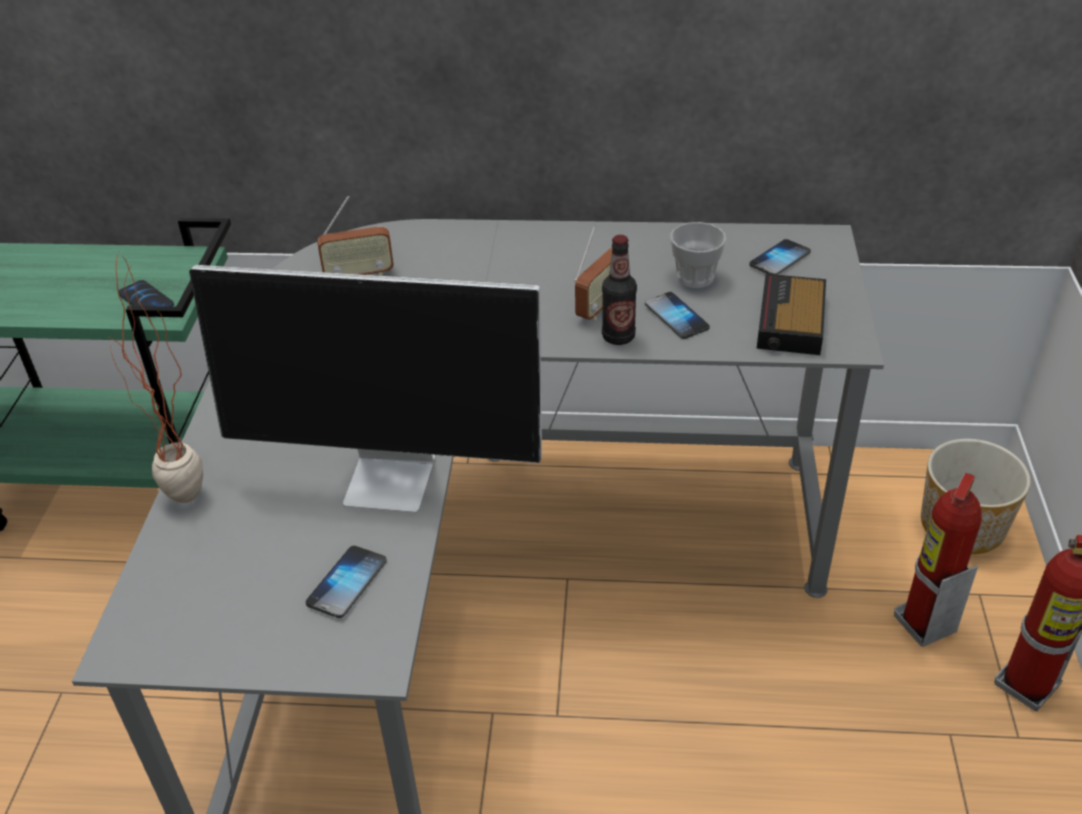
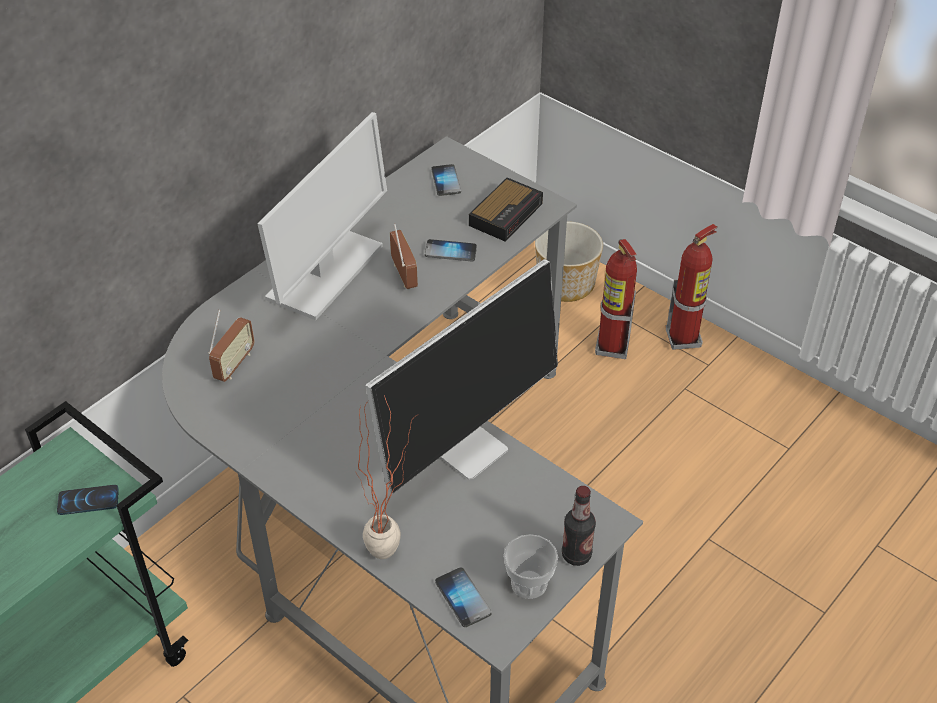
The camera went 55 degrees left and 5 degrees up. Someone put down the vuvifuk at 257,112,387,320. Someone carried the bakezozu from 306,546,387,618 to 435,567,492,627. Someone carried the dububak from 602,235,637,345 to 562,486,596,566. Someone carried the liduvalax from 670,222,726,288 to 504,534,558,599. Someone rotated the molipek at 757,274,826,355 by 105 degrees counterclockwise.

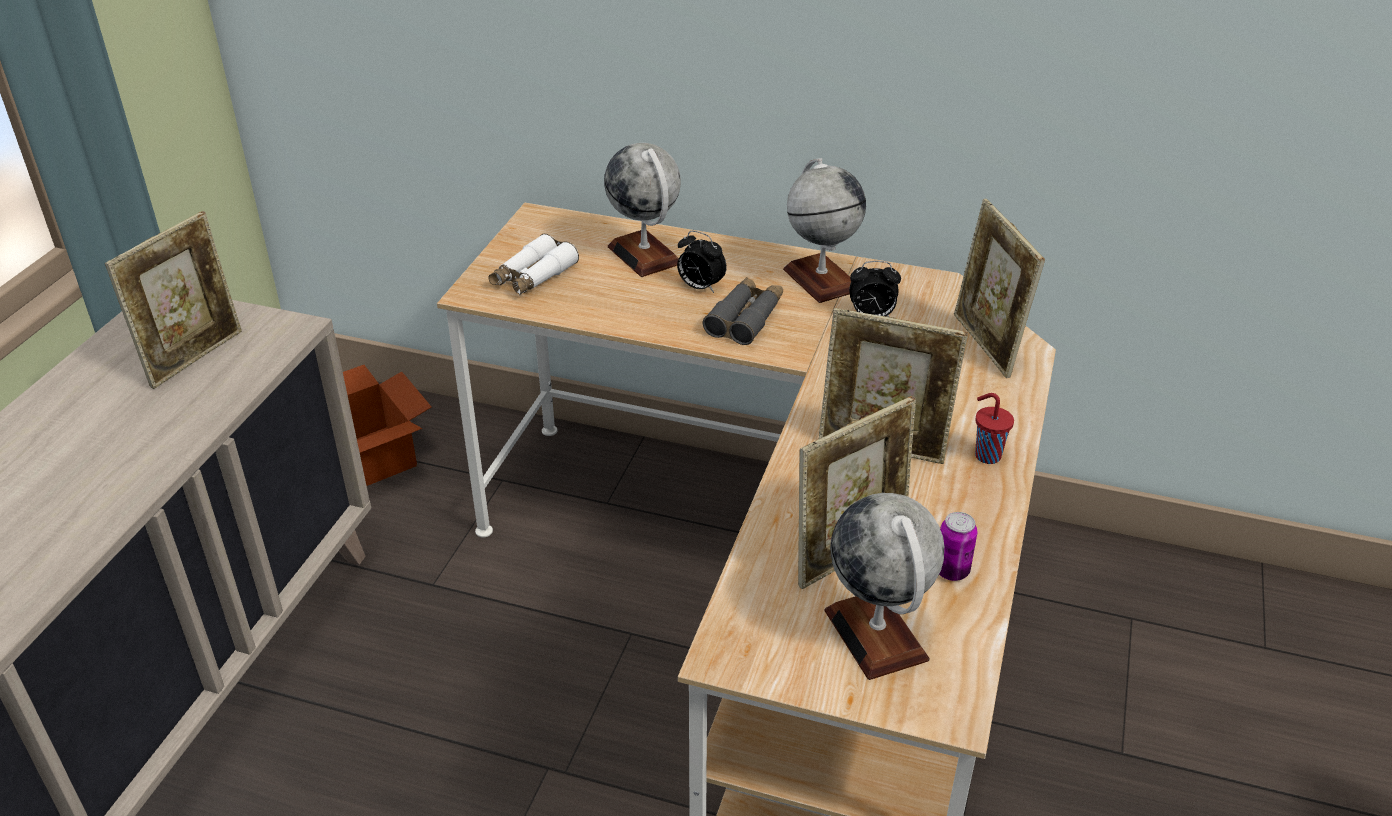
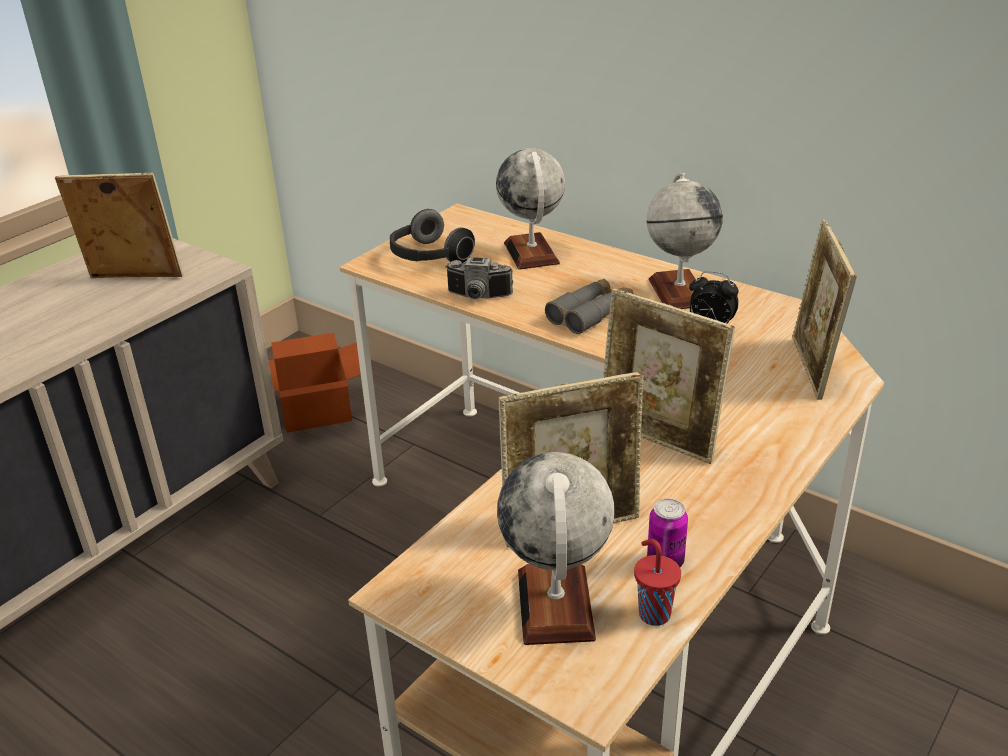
The camera went 20 degrees right and 5 degrees down. Someone took away the molipek at 677,231,727,293. Someone put down the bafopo at 445,257,513,299. Someone carried the liduvalax (red) from 975,393,1014,464 to 634,539,681,626. Someone swapped the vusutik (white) at 488,234,579,295 for the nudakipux at 390,209,475,263. Someone rotated the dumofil at 105,211,242,389 by 135 degrees counterclockwise.

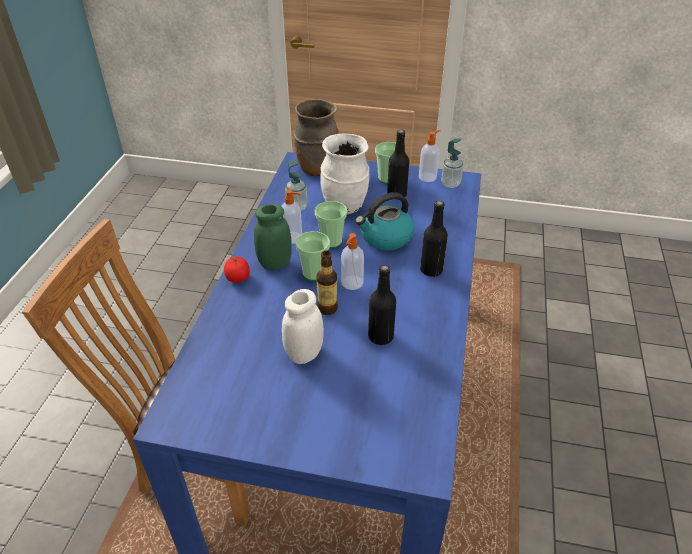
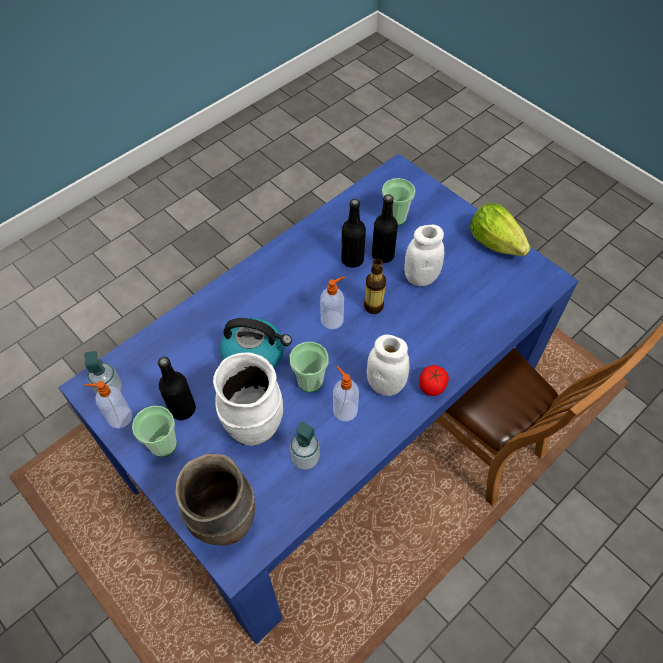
The camera went 145 degrees left and 15 degrees up. Someone put down the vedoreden at 470,203,531,256. Someone carried the liduvalax from 295,231,330,281 to 382,178,415,225. Someone carried the dububak (black) from 420,201,448,277 to 372,194,398,263. Someone repainted the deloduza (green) at 254,204,292,270, which became the deloduza (white) at 367,335,409,396.

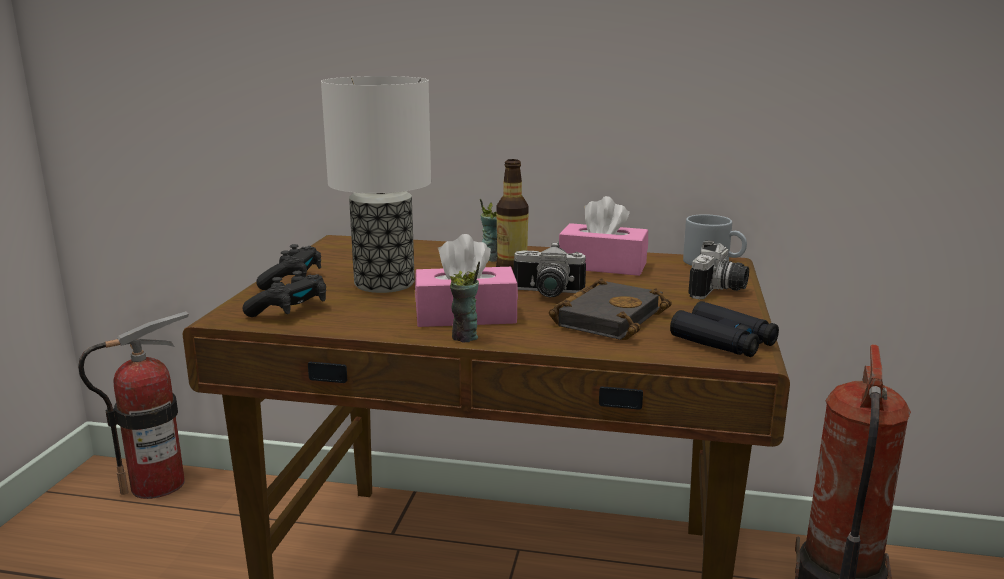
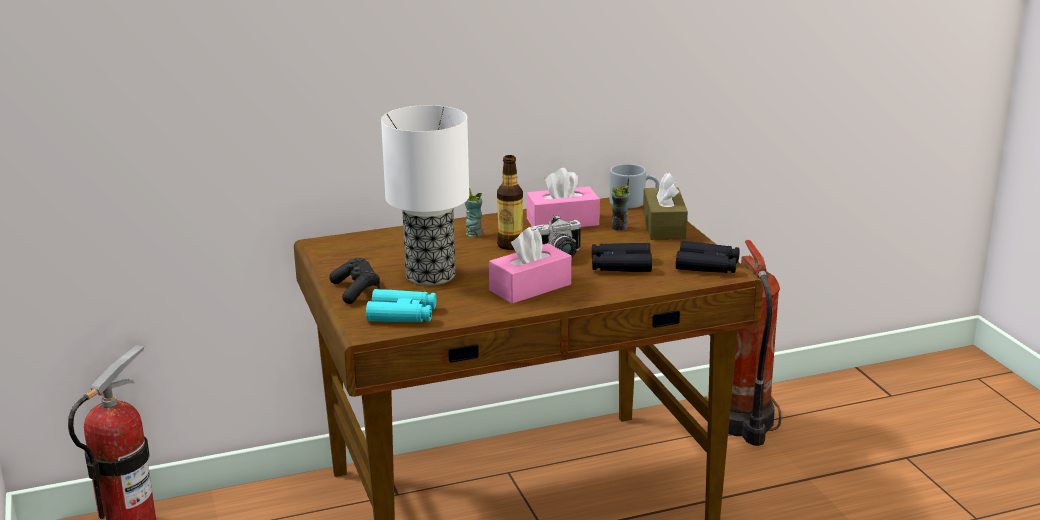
The camera went 30 degrees left and 5 degrees up. Someone carried the liduvalax from 450,262,480,343 to 611,178,630,231. Someone swapped the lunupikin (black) at 243,271,326,317 for the vusutik (turquoise) at 366,289,436,322. Someone swapped the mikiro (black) at 549,279,672,340 for the vusutik (black) at 591,243,652,272. Someone swapped the bafopo at 688,240,749,299 for the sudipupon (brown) at 643,173,688,240.

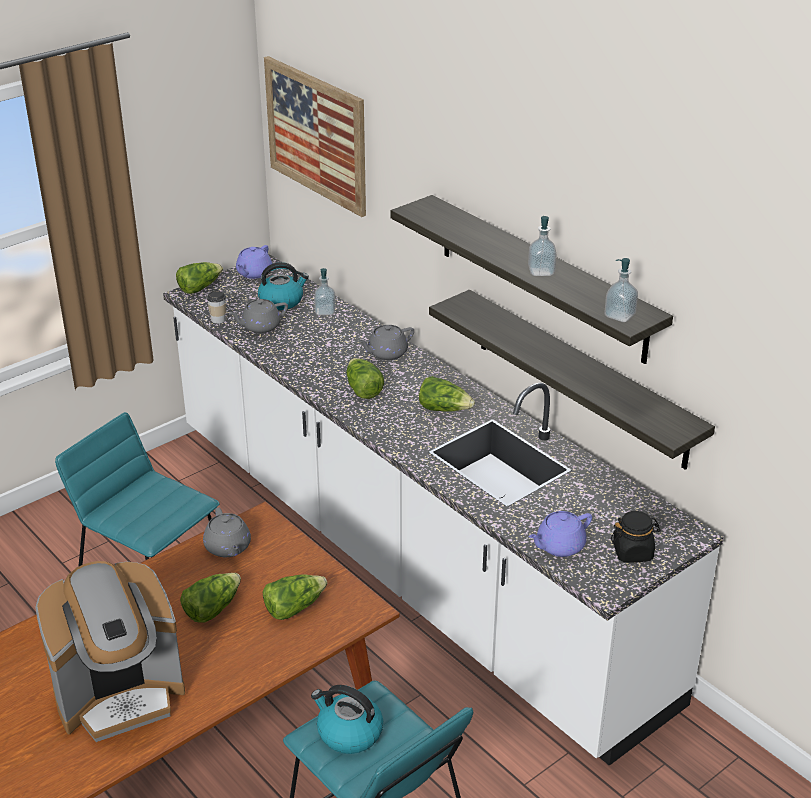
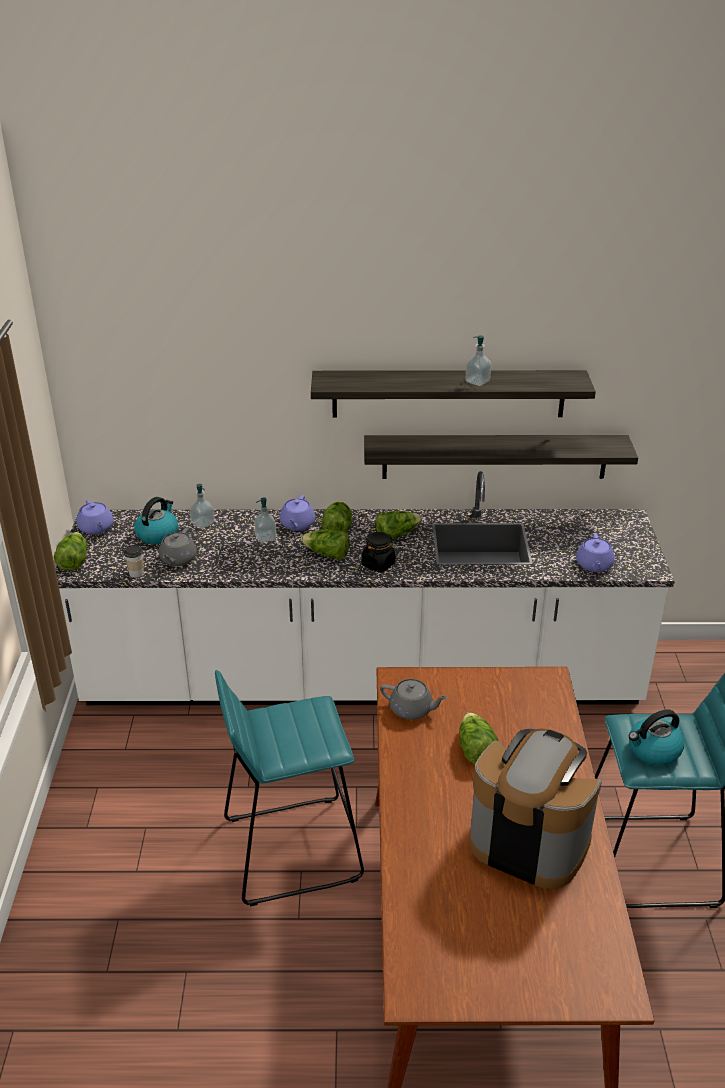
The camera went 50 degrees left and 0 degrees up. Someone took away the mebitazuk at 264,56,366,217. Someone carried the vedoreden from 263,575,327,620 to 321,501,352,532. Someone carried the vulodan from 604,258,638,322 to 254,497,276,542. Someone carried the deloduza (black) from 611,511,661,562 to 362,532,396,573. Someone repainted the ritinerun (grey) at 358,325,414,360, which became the ritinerun (purple) at 280,495,315,531. Someone rotated the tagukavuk at 35,561,185,742 by 75 degrees counterclockwise.

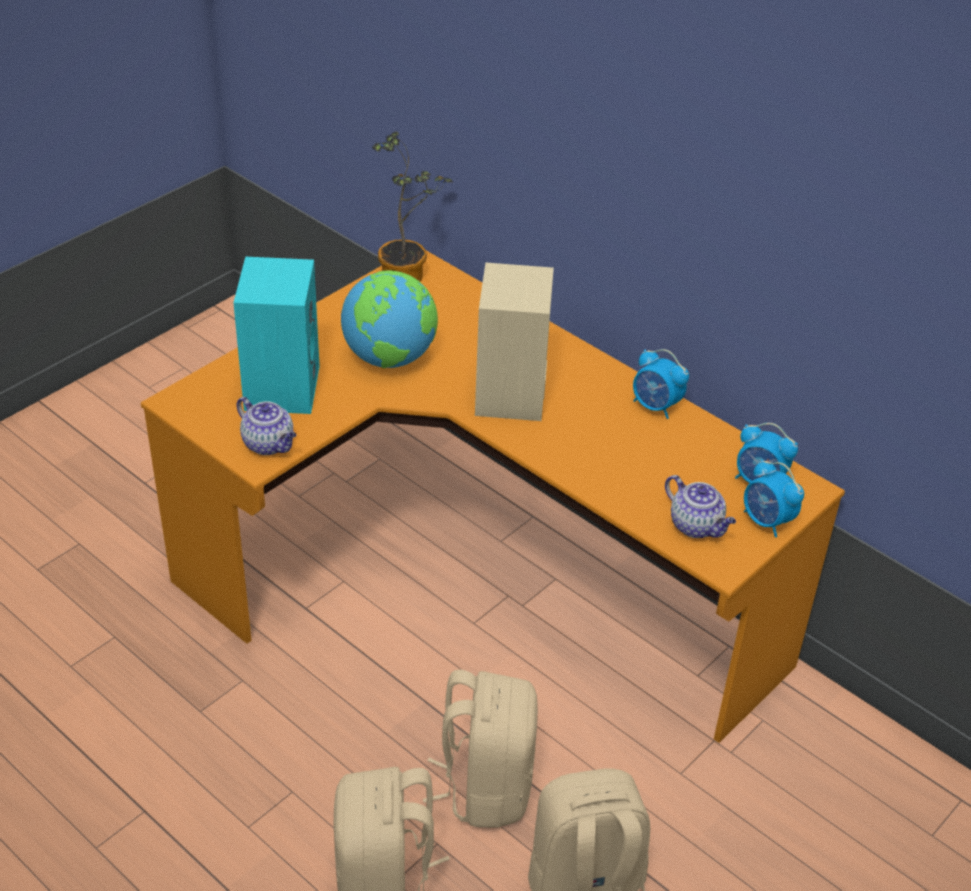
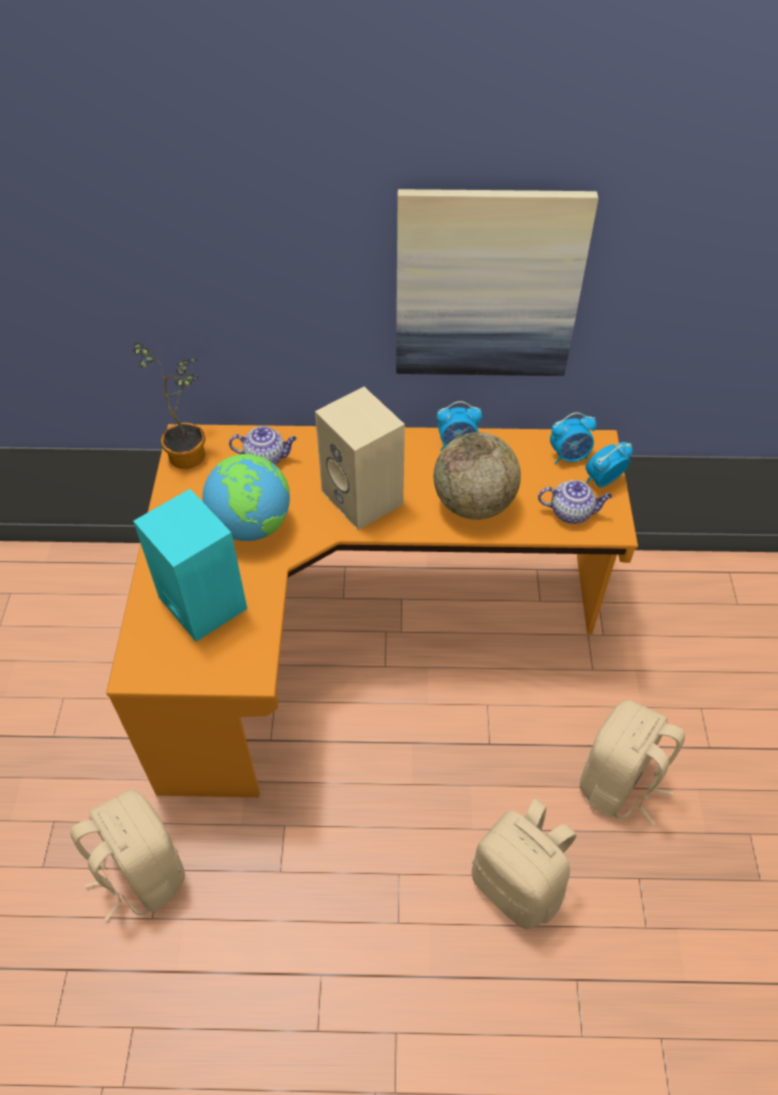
The camera went 40 degrees left and 10 degrees up. Someone put up the mebitazuk at 396,189,598,376. Someone put down the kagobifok at 434,432,521,520. Someone carried the ritinerun from 236,397,296,455 to 229,426,297,465. Someone carried the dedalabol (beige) from 423,670,538,828 to 70,789,185,922. Someone rotated the molipek at 744,459,804,537 by 135 degrees clockwise.

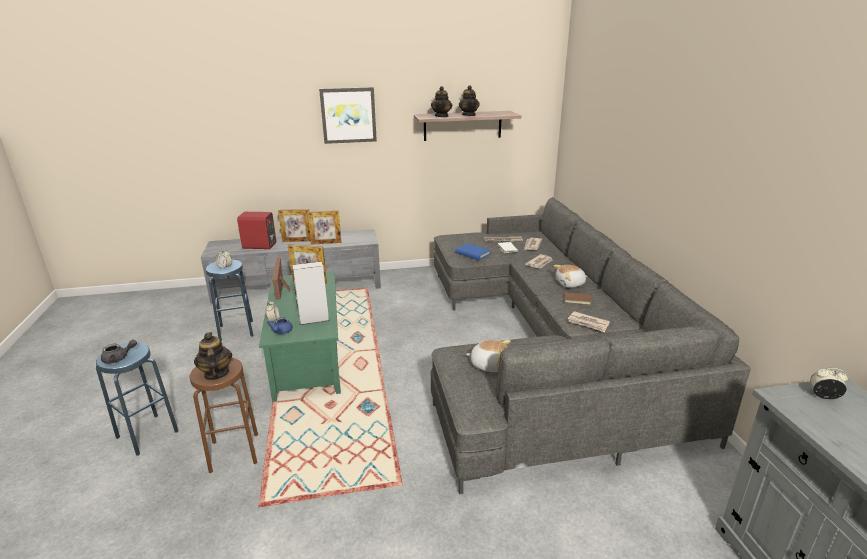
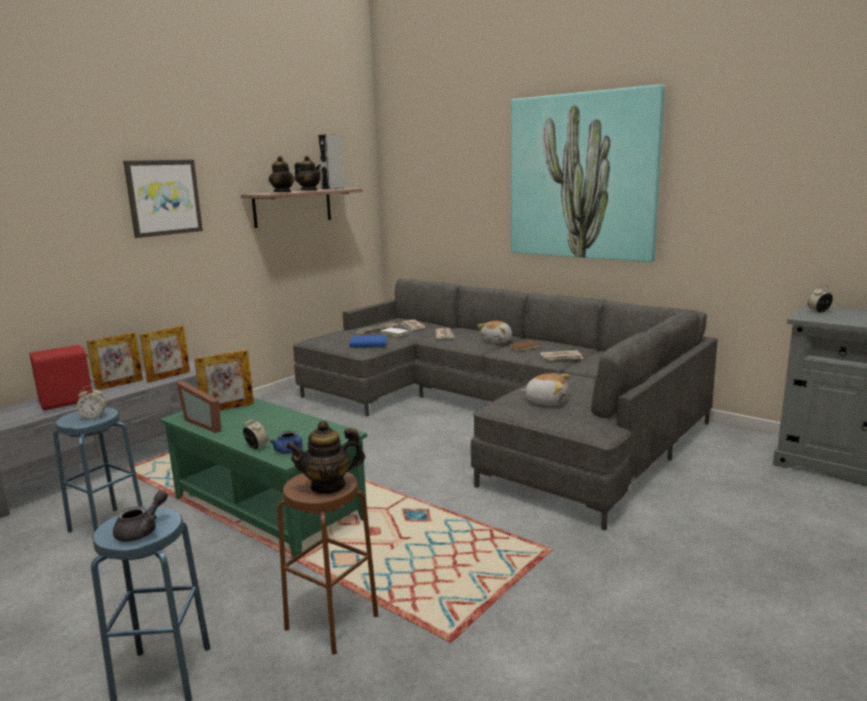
The camera went 40 degrees left and 10 degrees down. Someone put up the mebitazuk at 511,84,665,262. Someone carried the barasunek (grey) from 292,261,330,325 to 318,135,345,190. Someone rotated the ritinerun at 194,332,232,380 by 45 degrees counterclockwise. Someone rotated the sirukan at 466,340,511,372 by 45 degrees clockwise.

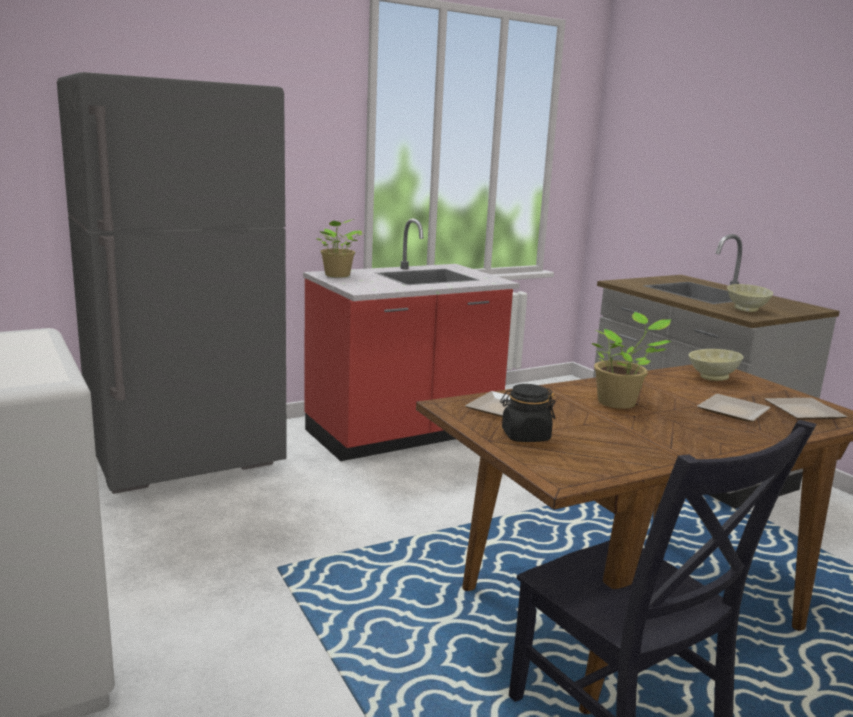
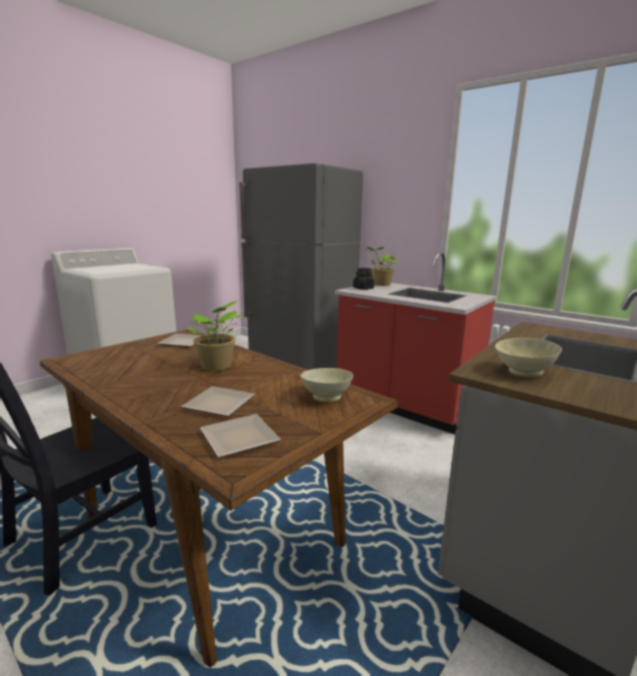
The camera went 70 degrees right and 0 degrees up. Someone carried the deloduza (black) from 500,384,555,442 to 353,268,374,290.

